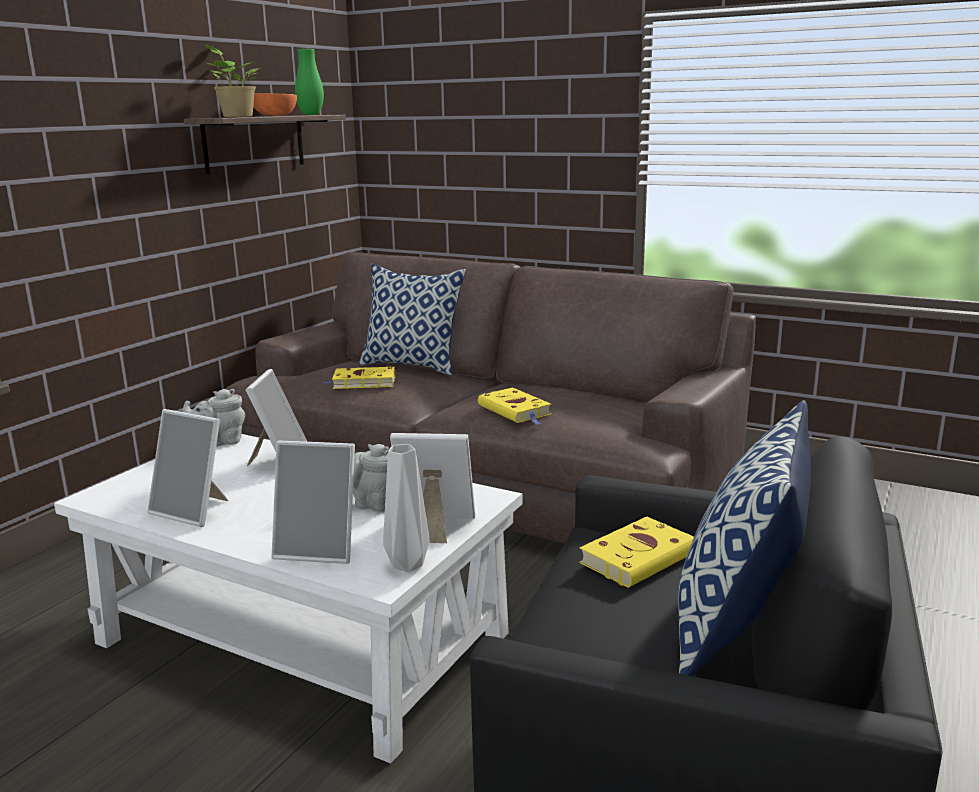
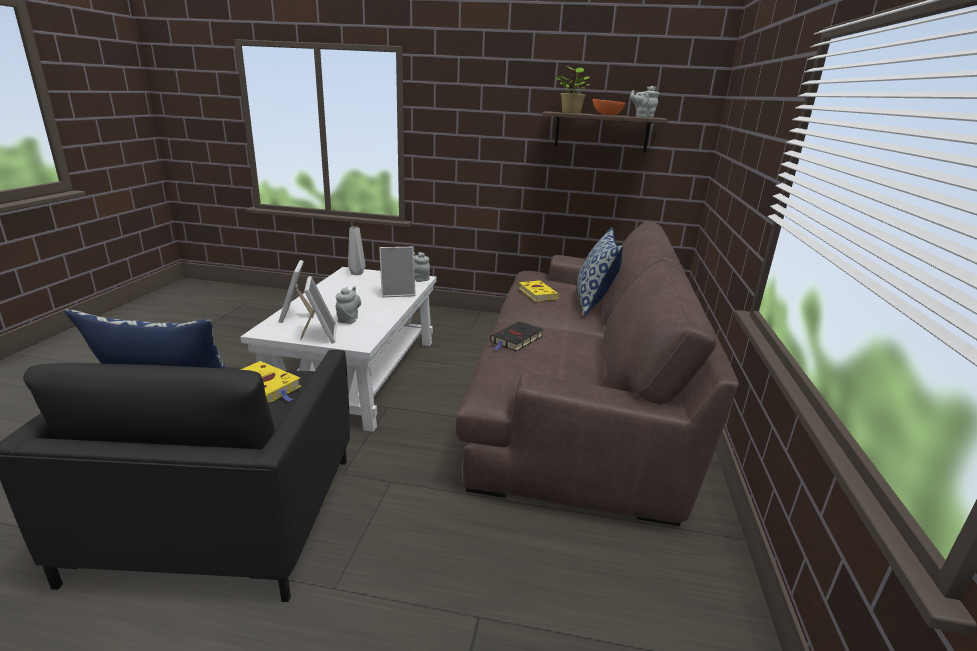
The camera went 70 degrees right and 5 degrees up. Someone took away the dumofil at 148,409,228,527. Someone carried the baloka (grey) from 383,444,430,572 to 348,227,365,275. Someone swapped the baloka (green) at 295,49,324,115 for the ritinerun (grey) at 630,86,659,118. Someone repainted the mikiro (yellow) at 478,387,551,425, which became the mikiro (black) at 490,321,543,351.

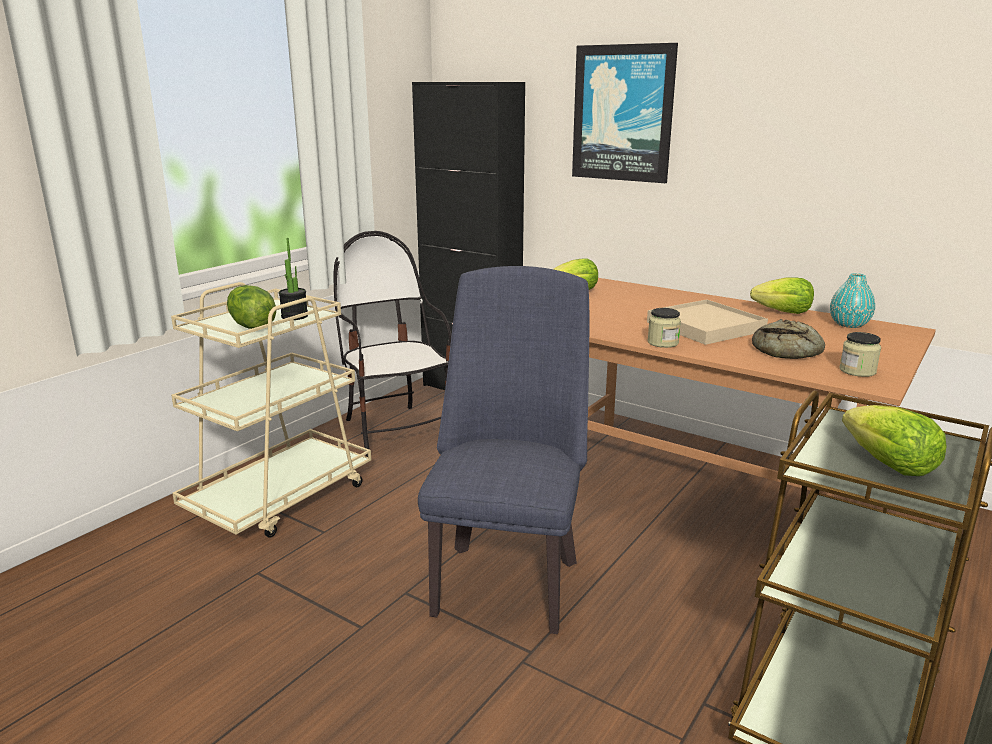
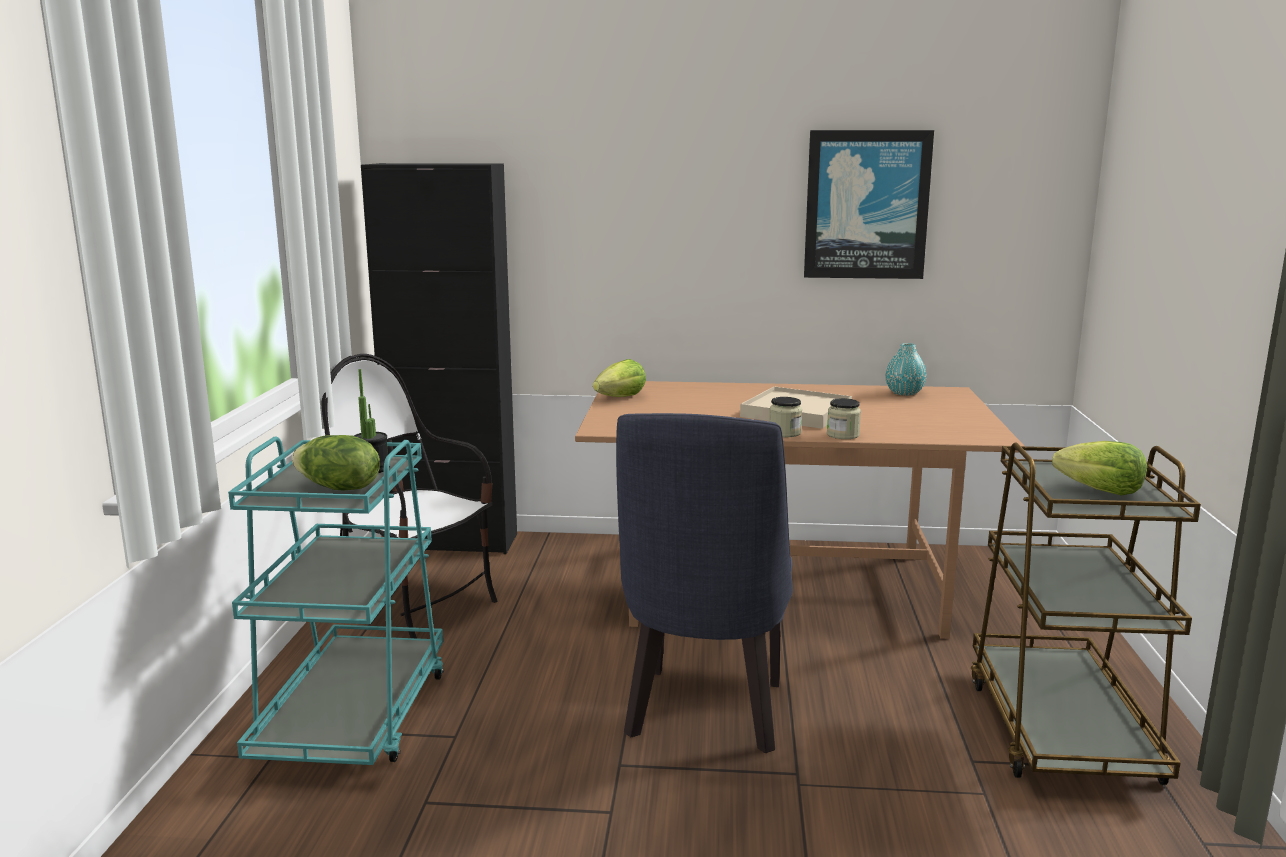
The camera went 30 degrees left and 5 degrees down. Someone took away the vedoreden at 750,278,814,314. Someone took away the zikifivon at 752,319,825,359. Someone carried the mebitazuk from 572,43,678,183 to 804,130,934,279. Someone carried the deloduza from 839,332,881,377 to 827,398,861,439. Someone repainted the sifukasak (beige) at 171,282,371,538, which became the sifukasak (turquoise) at 228,437,444,765. Someone rotated the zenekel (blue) at 418,266,589,634 by 150 degrees counterclockwise.

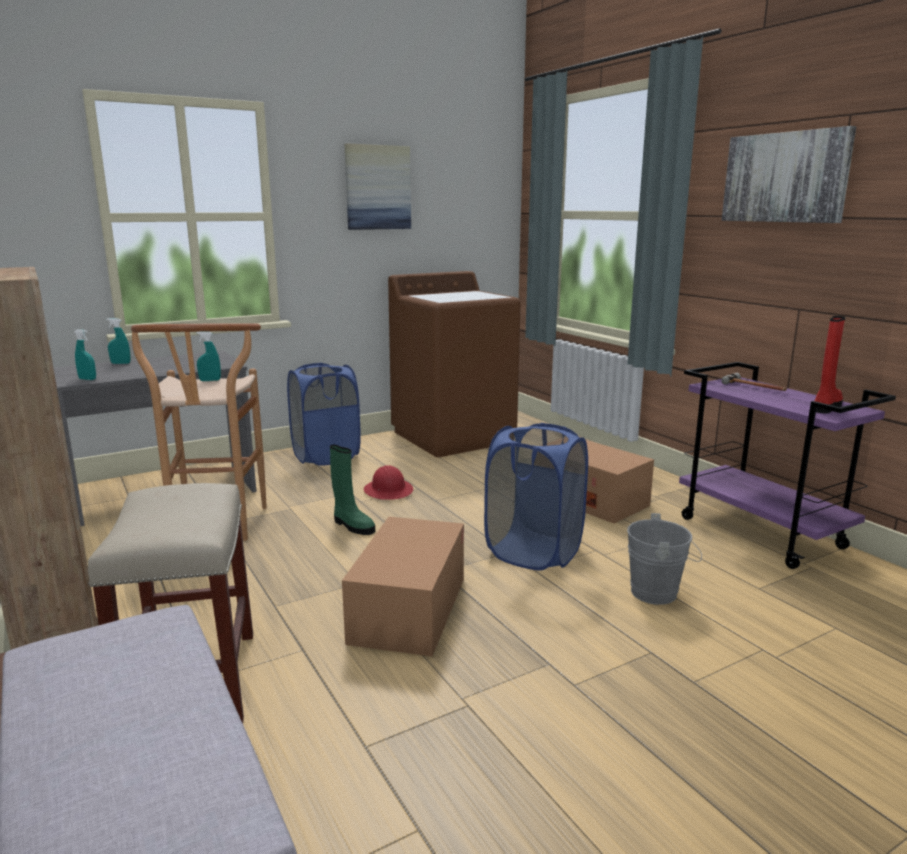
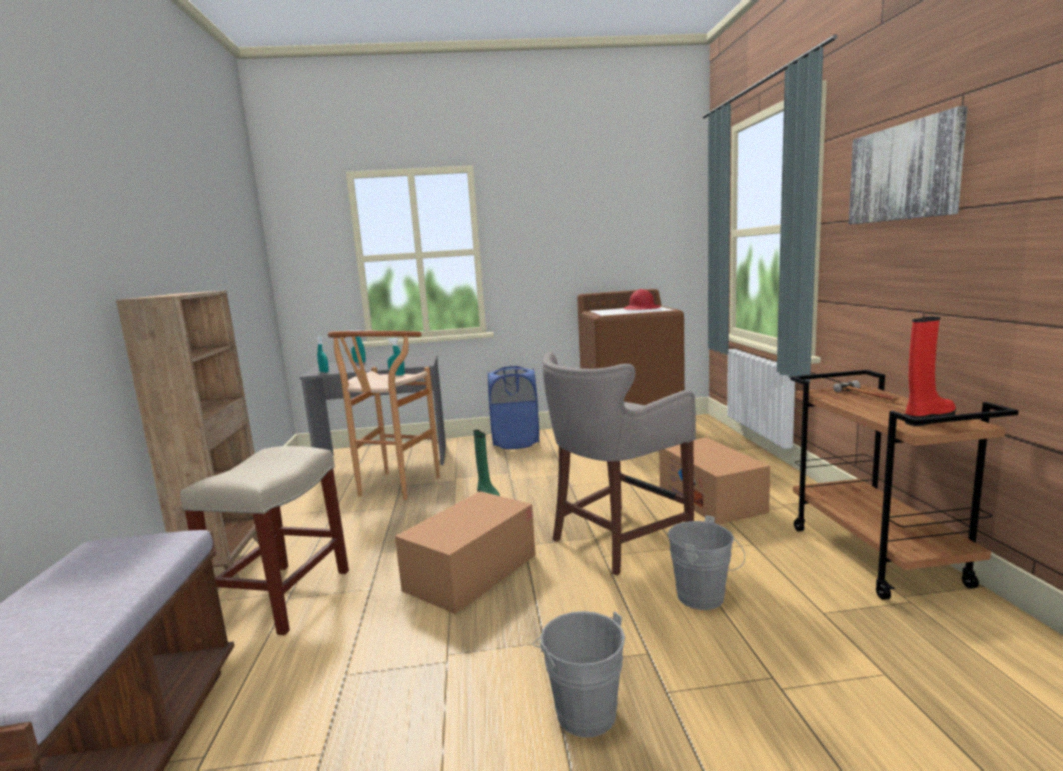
The camera went 25 degrees right and 5 degrees down. Someone took away the mebitazuk at 345,143,411,230. Someone put down the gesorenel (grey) at 533,611,625,738. Someone carried the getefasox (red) from 364,465,413,500 to 623,289,661,310. Someone swapped the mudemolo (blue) at 484,423,588,570 for the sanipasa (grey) at 543,352,696,575. Someone repainted the sifukasak (purple) at 679,362,896,569, which became the sifukasak (brown) at 790,370,1019,600.

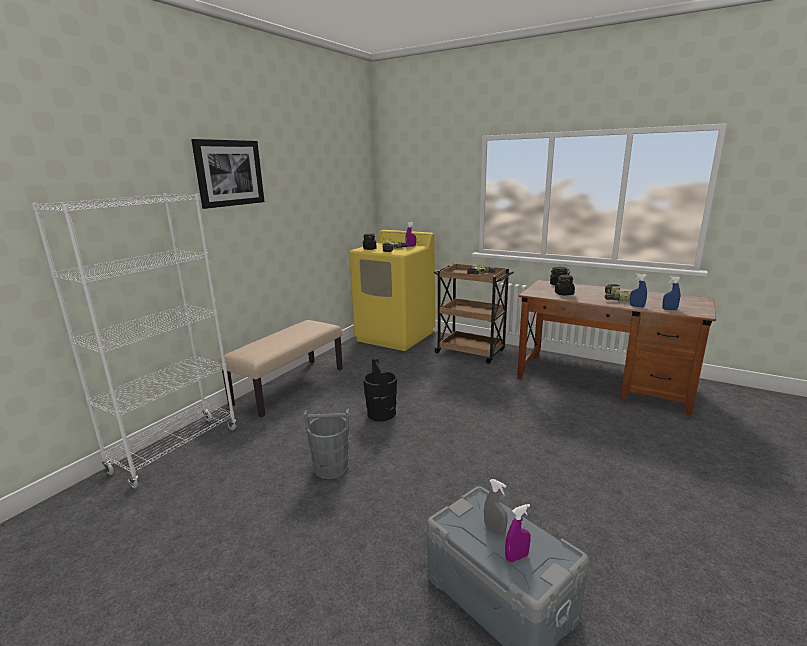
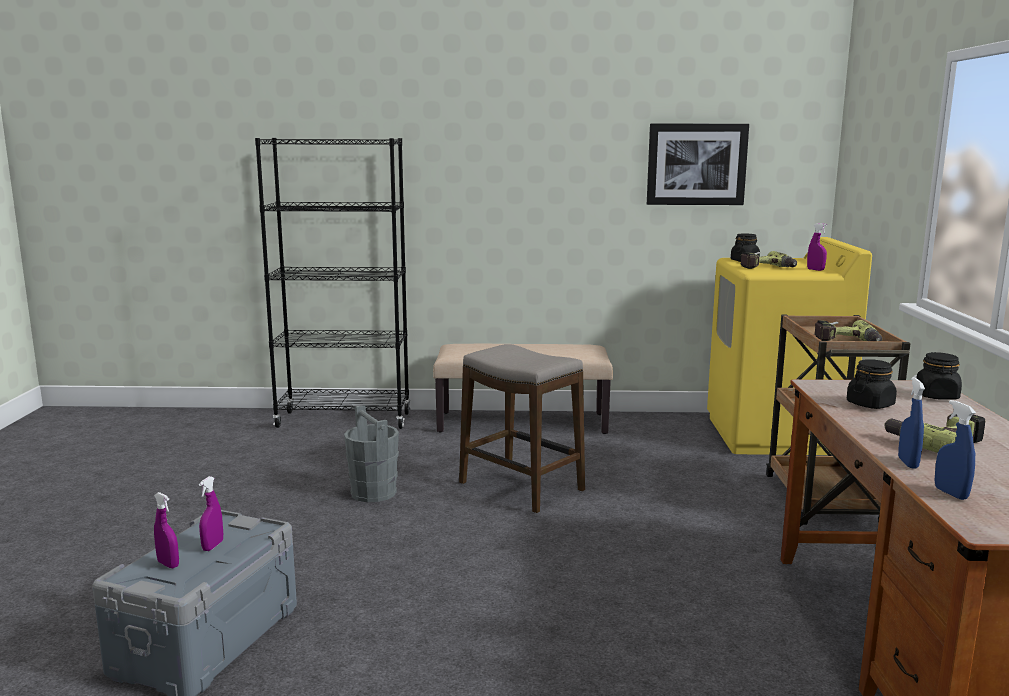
The camera went 60 degrees right and 5 degrees down. Someone carried the mebitazuk from 191,139,265,209 to 647,124,749,205. Someone swapped the gesorenel (black) at 363,358,397,421 for the sanipasa at 459,344,585,513. Someone repainted the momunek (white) at 31,193,237,488, which became the momunek (black) at 255,138,410,429. Someone repainted the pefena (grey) at 484,479,508,535, which became the pefena (purple) at 199,476,223,551.

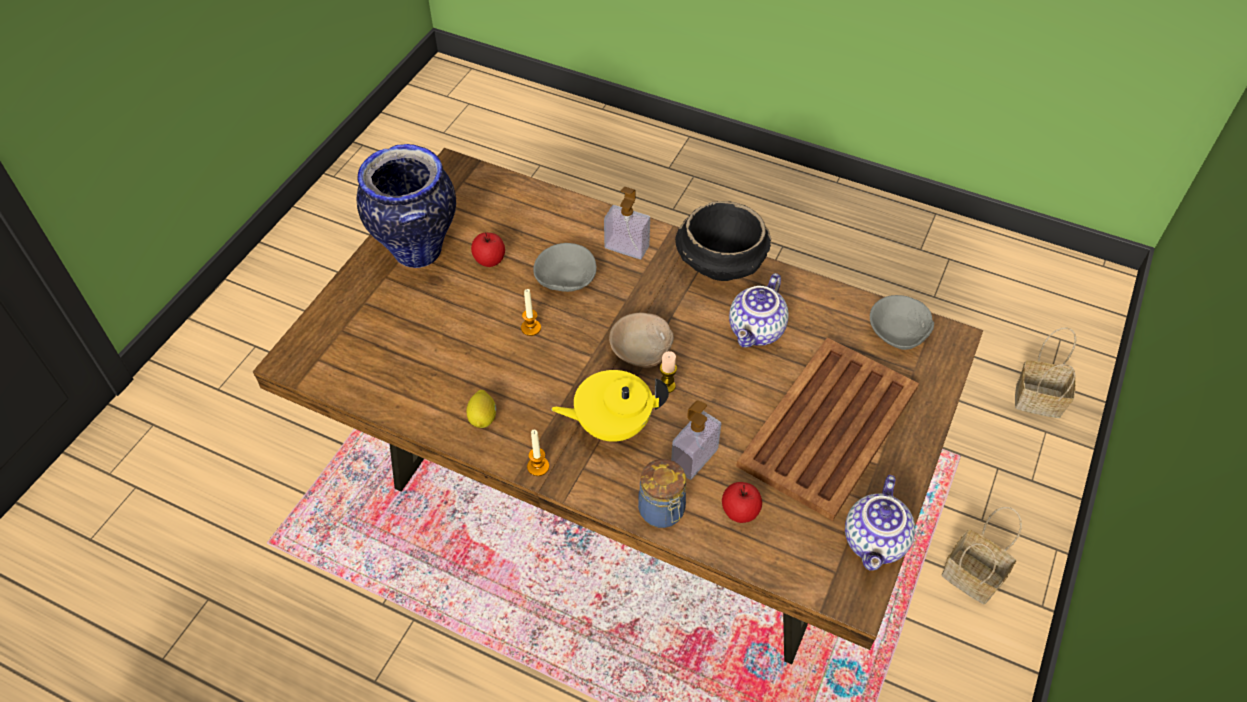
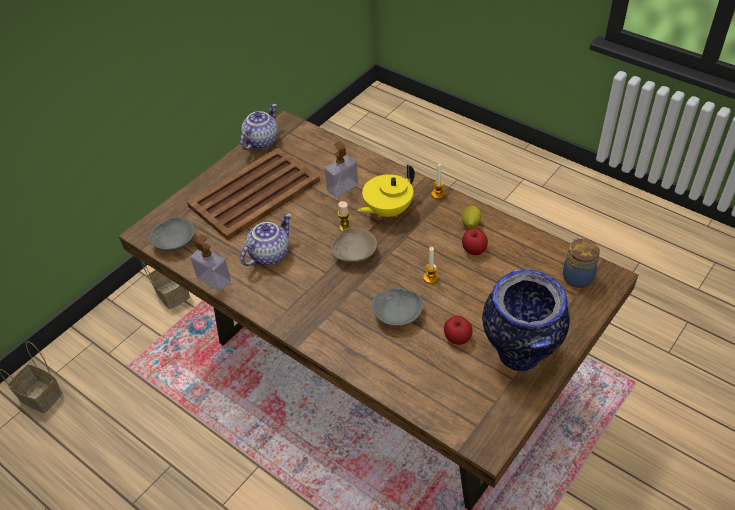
The camera went 165 degrees left and 5 degrees down. Someone took away the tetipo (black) at 675,201,771,281. Someone carried the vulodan from 604,187,650,259 to 190,234,231,292. Someone carried the deloduza from 638,459,686,528 to 563,238,600,288. Someone carried the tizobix from 722,482,762,523 to 462,228,488,255. Someone rotated the ritinerun (yellow) at 551,370,669,442 by 135 degrees clockwise.

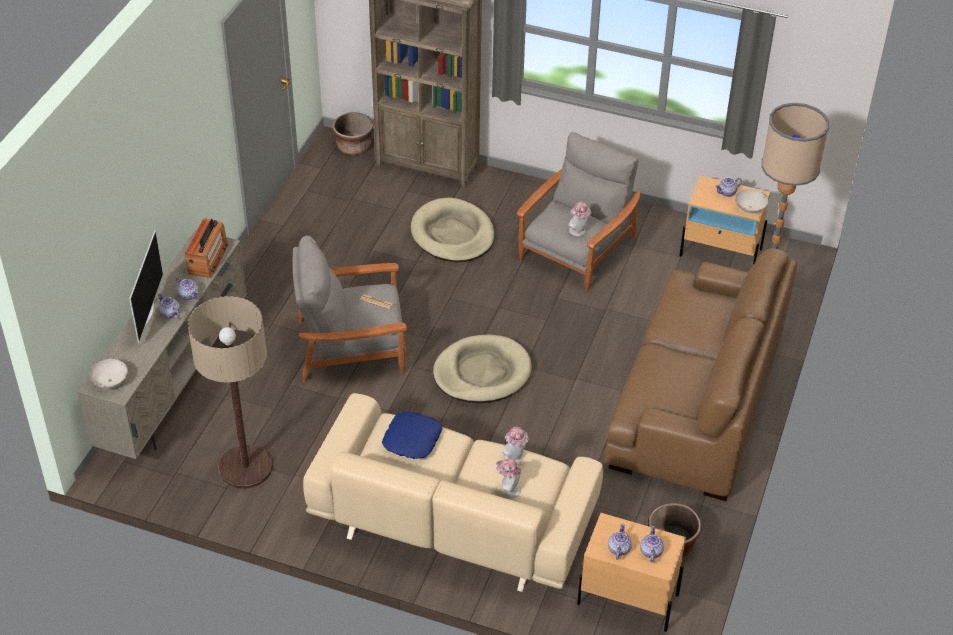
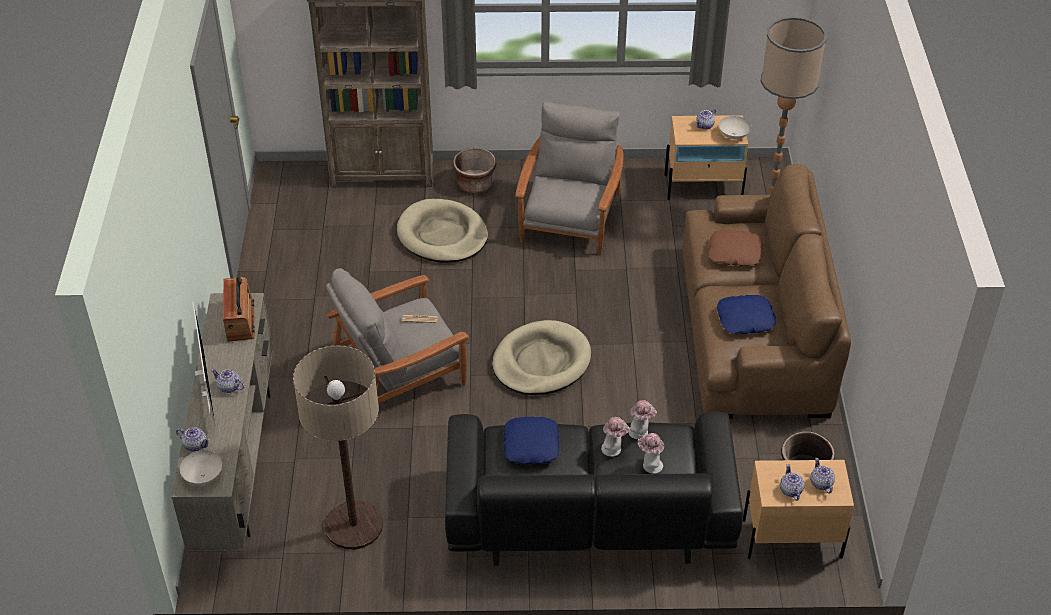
The camera went 20 degrees left and 0 degrees up. Someone put down the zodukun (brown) at 708,230,763,266. Someone put down the zodukun (blue) at 717,295,776,334. Someone carried the ritinerun from 176,277,198,300 to 176,427,210,452. Someone carried the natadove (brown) from 333,112,374,155 to 453,148,496,193. Someone carried the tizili from 568,202,591,236 to 601,417,630,457. Someone repainted the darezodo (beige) at 303,393,603,592, which became the darezodo (black) at 445,412,743,566.

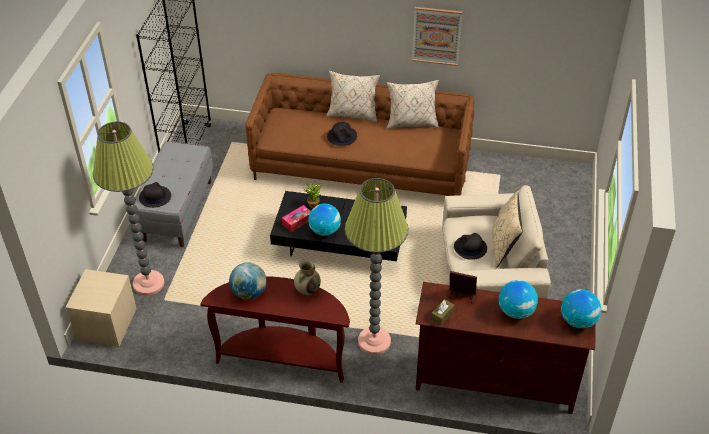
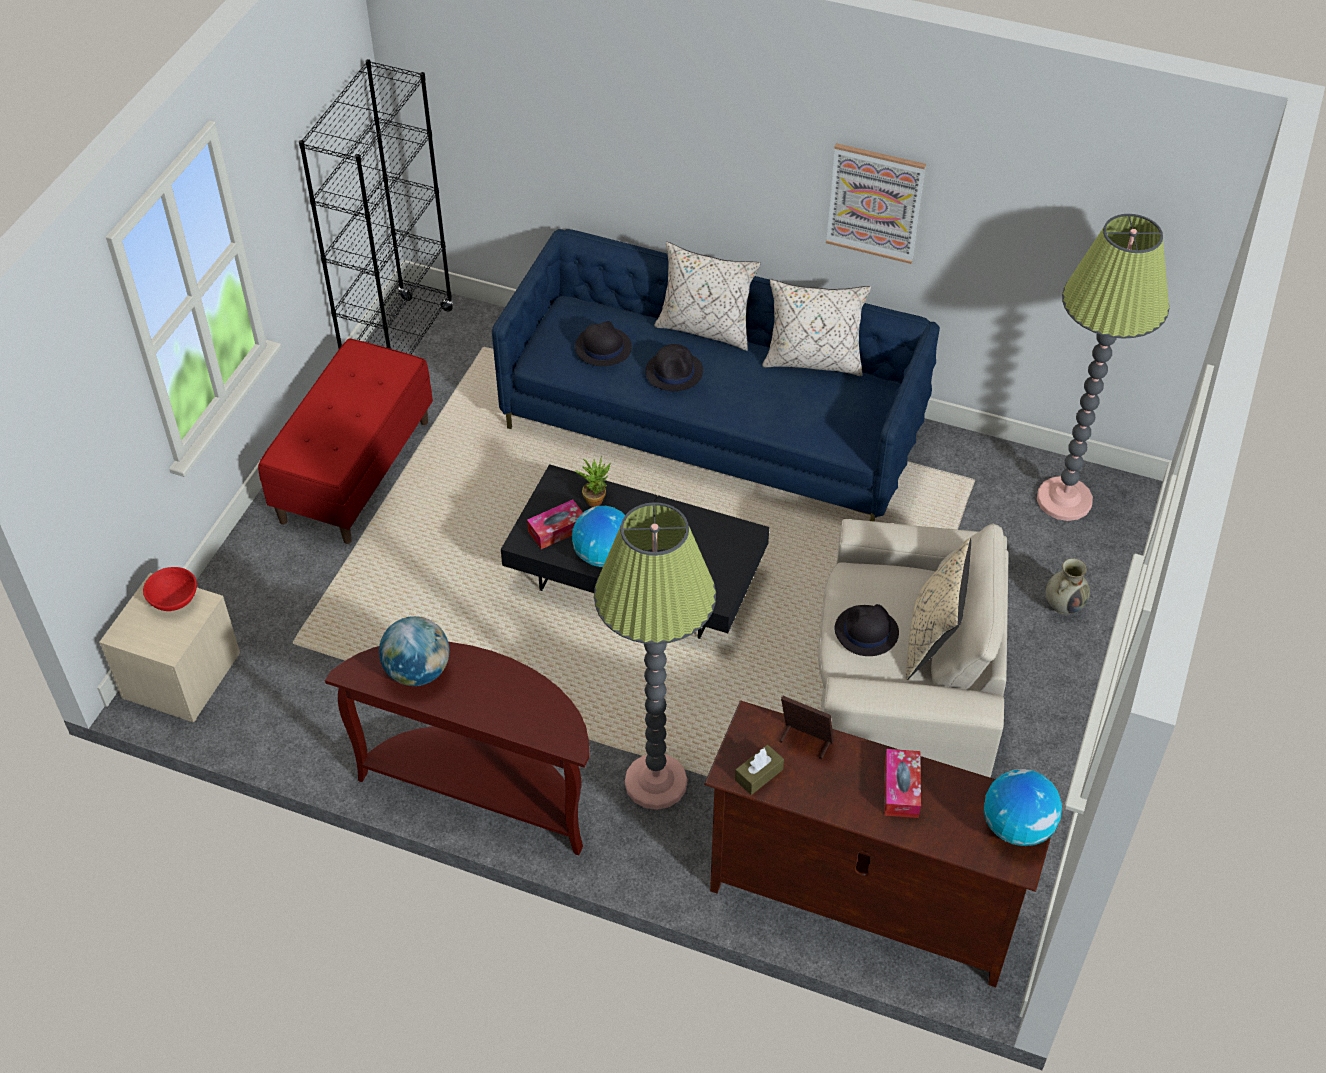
The camera went 10 degrees right and 5 degrees up. Someone put down the tetipo (red) at 143,567,197,611. Someone carried the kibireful from 93,122,165,295 to 1037,214,1169,521. Someone carried the tizili (black) from 139,182,171,208 to 575,321,632,366. Someone carried the baloka (beige) from 294,260,321,295 to 1045,558,1090,615. Someone swapped the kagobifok at 498,280,538,319 for the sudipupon at 884,749,921,818. Someone repainted the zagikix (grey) at 134,141,213,247, which became the zagikix (red) at 258,338,433,544. Someone repainted the darezodo (brown) at 245,73,475,196, which became the darezodo (blue) at 492,229,940,522.

